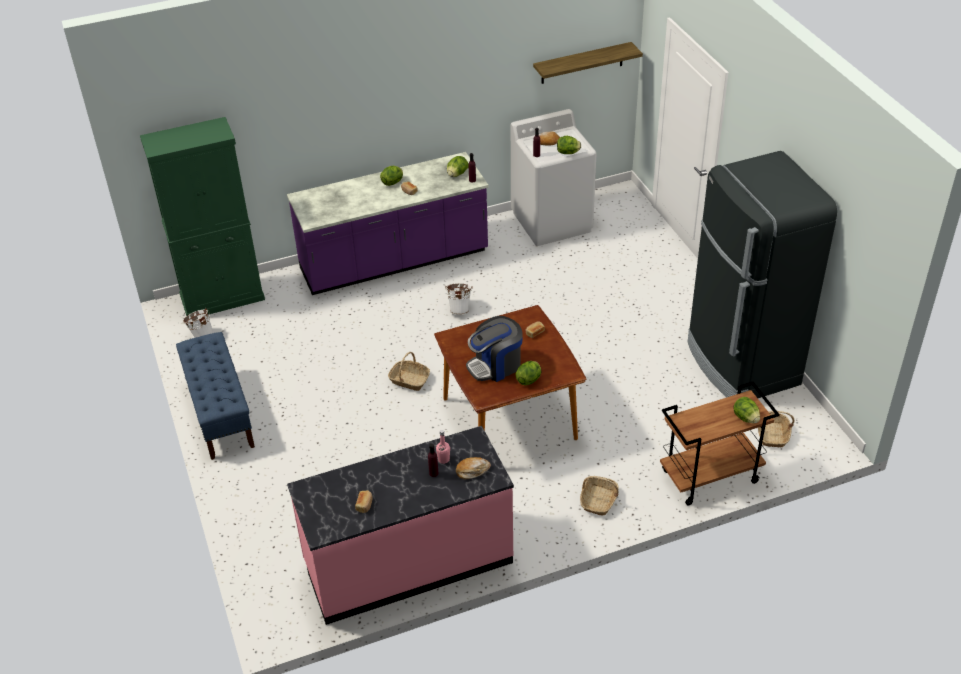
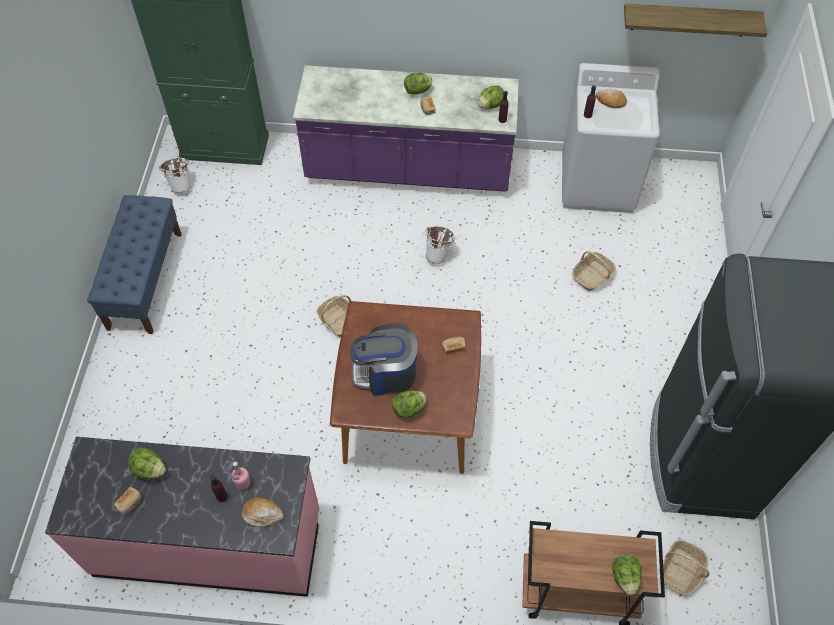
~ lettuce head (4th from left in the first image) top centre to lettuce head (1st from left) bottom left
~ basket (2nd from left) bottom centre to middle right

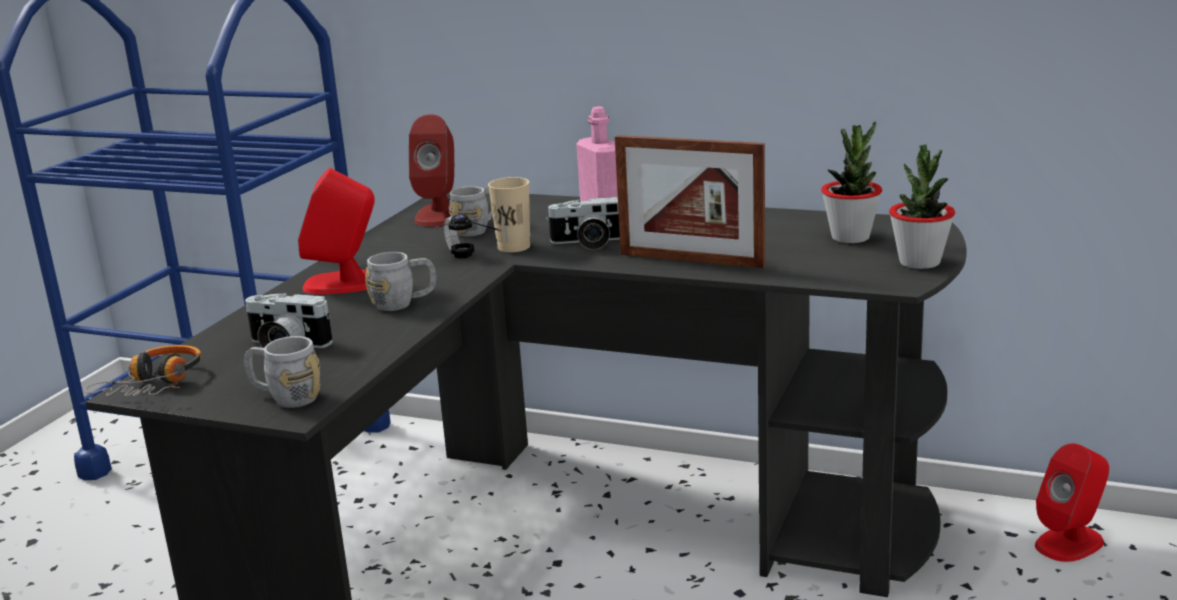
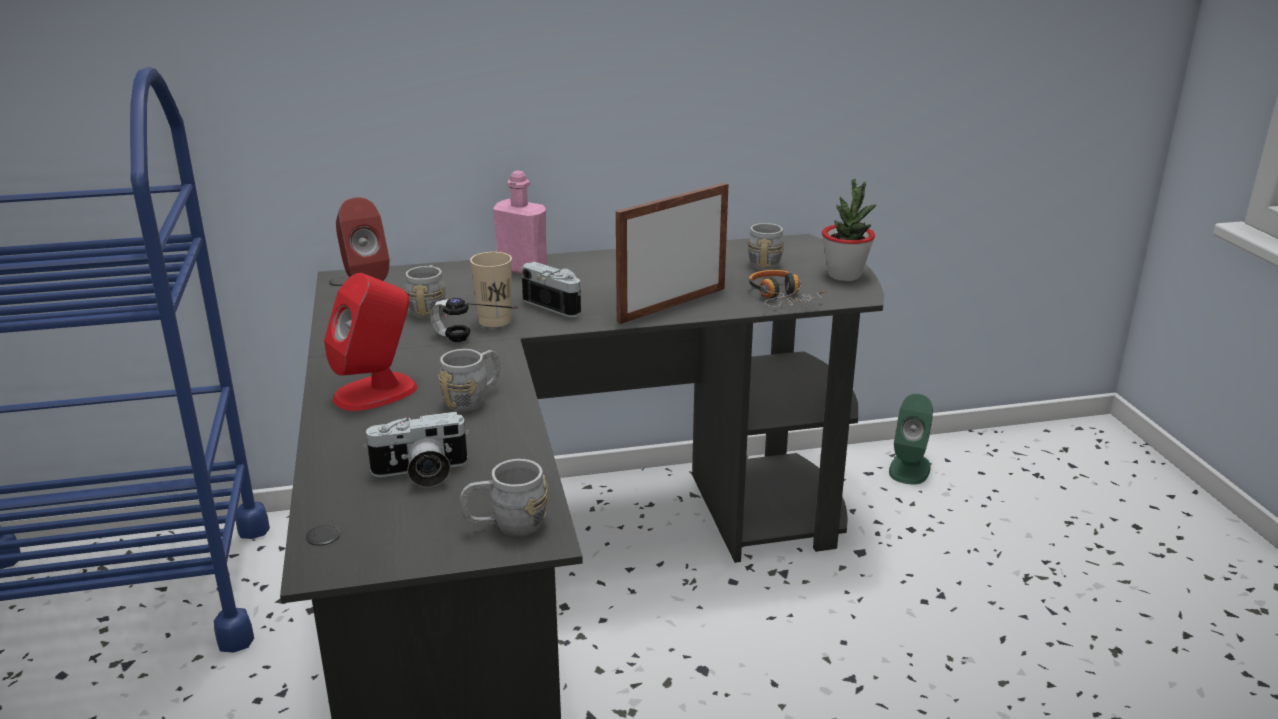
~ photo camera (2nd from left) centre = centre 105 degrees counterclockwise
~ picture frame centre = centre 150 degrees clockwise
~ potted plant (1st from left) top right to gray tea mug (4th from left) centre
~ headset (1st from left in the first image) middle left to headset (2nd from left) centre
~ red audio speaker (3rd from left) bottom right to greenish audio speaker middle right

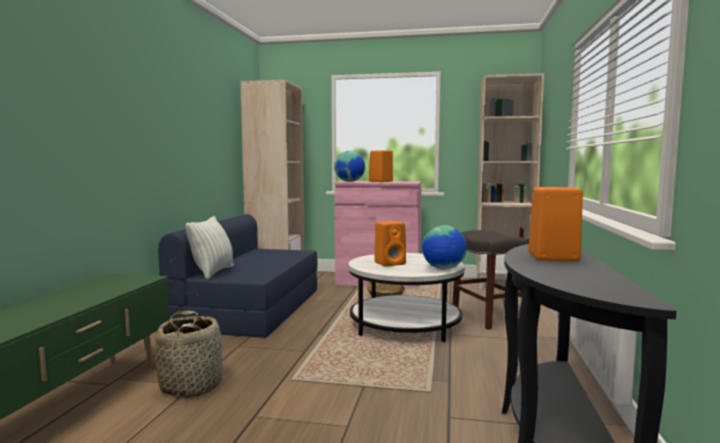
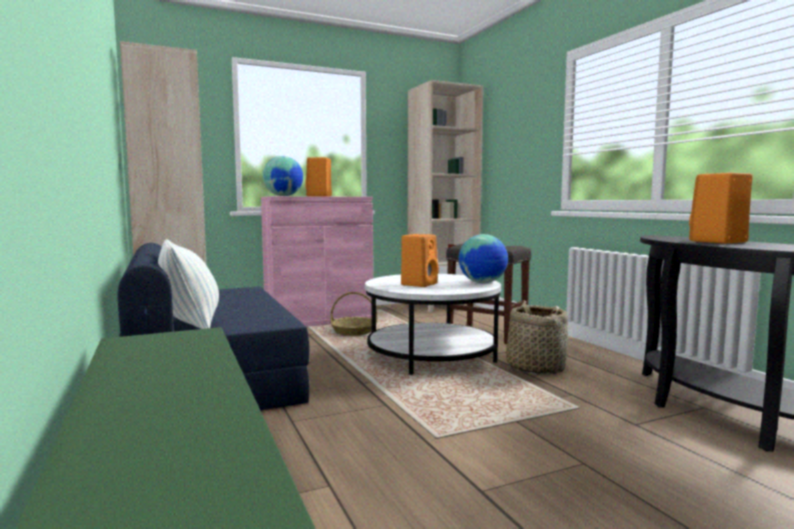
~ basket (1st from left in the first image) bottom left to basket (2nd from left) middle right

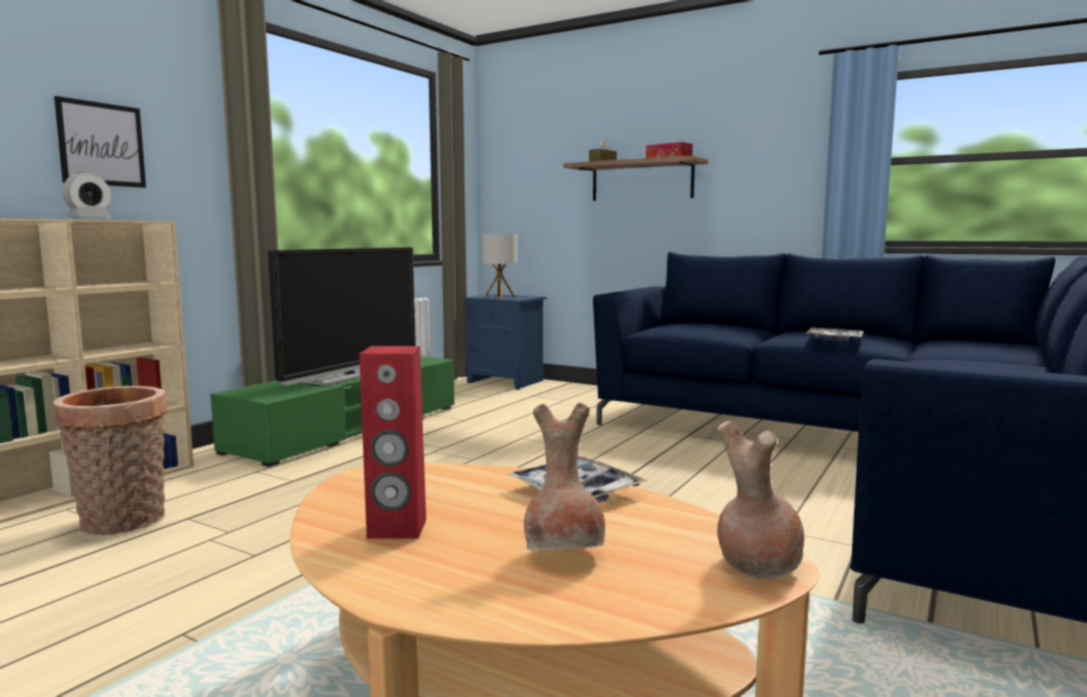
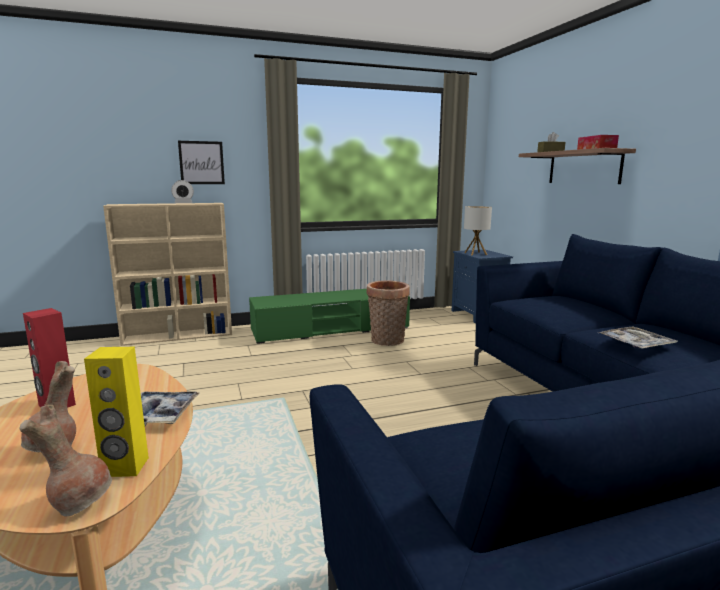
+ yellowish audio speaker bottom left
~ basket middle left to centre
- TV middle left

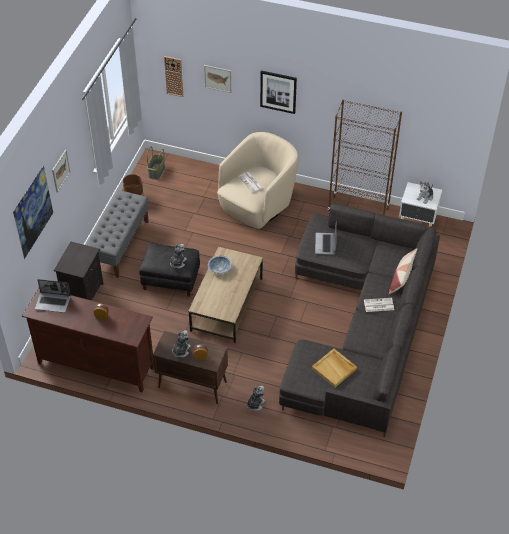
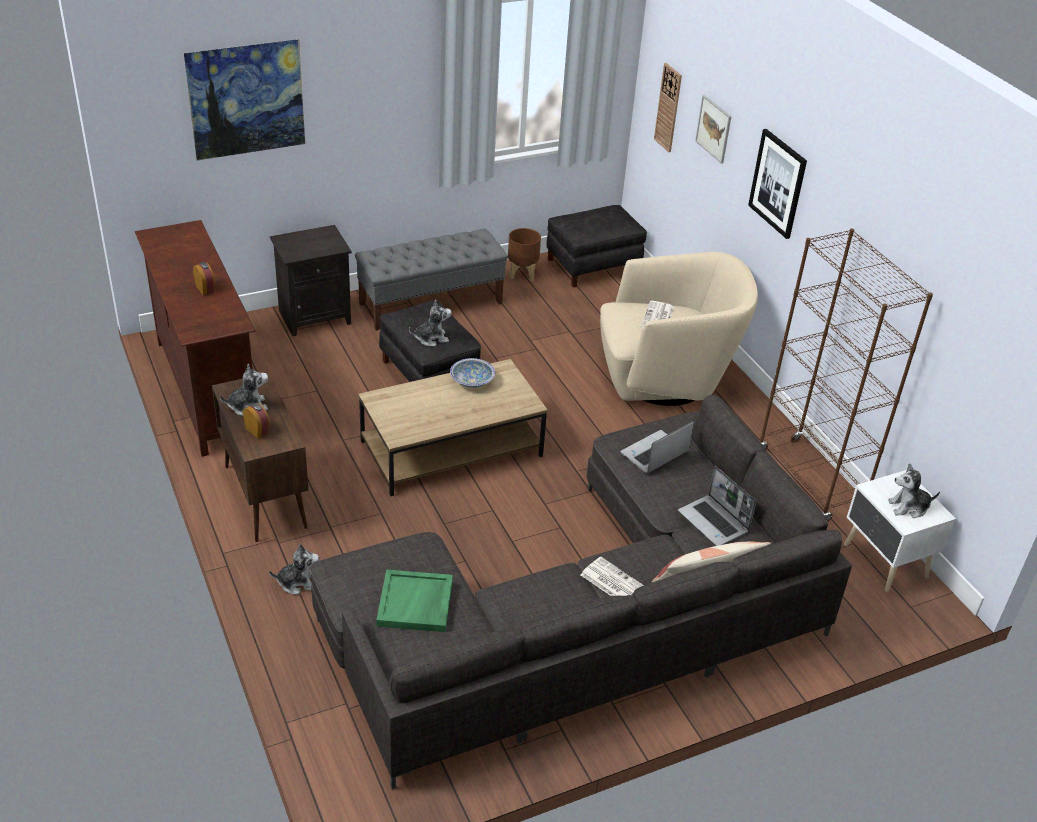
~ sand-coloured serving tray bottom centre to greenish serving tray bottom centre
~ basket top left to blackish pouffe (2nd from left) top centre
~ notebook computer (1st from left in the first image) middle left to notebook computer (2nd from left) middle right
- picture (2nd from left) top left

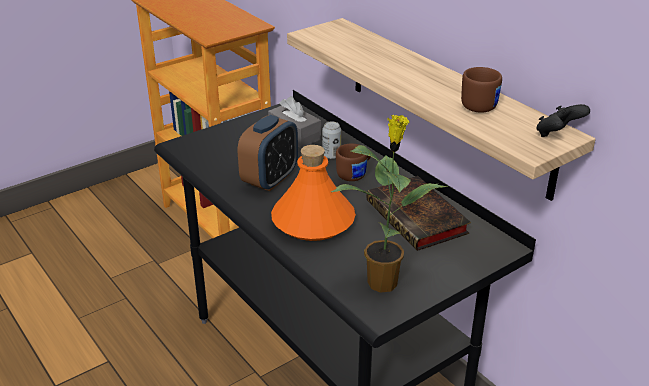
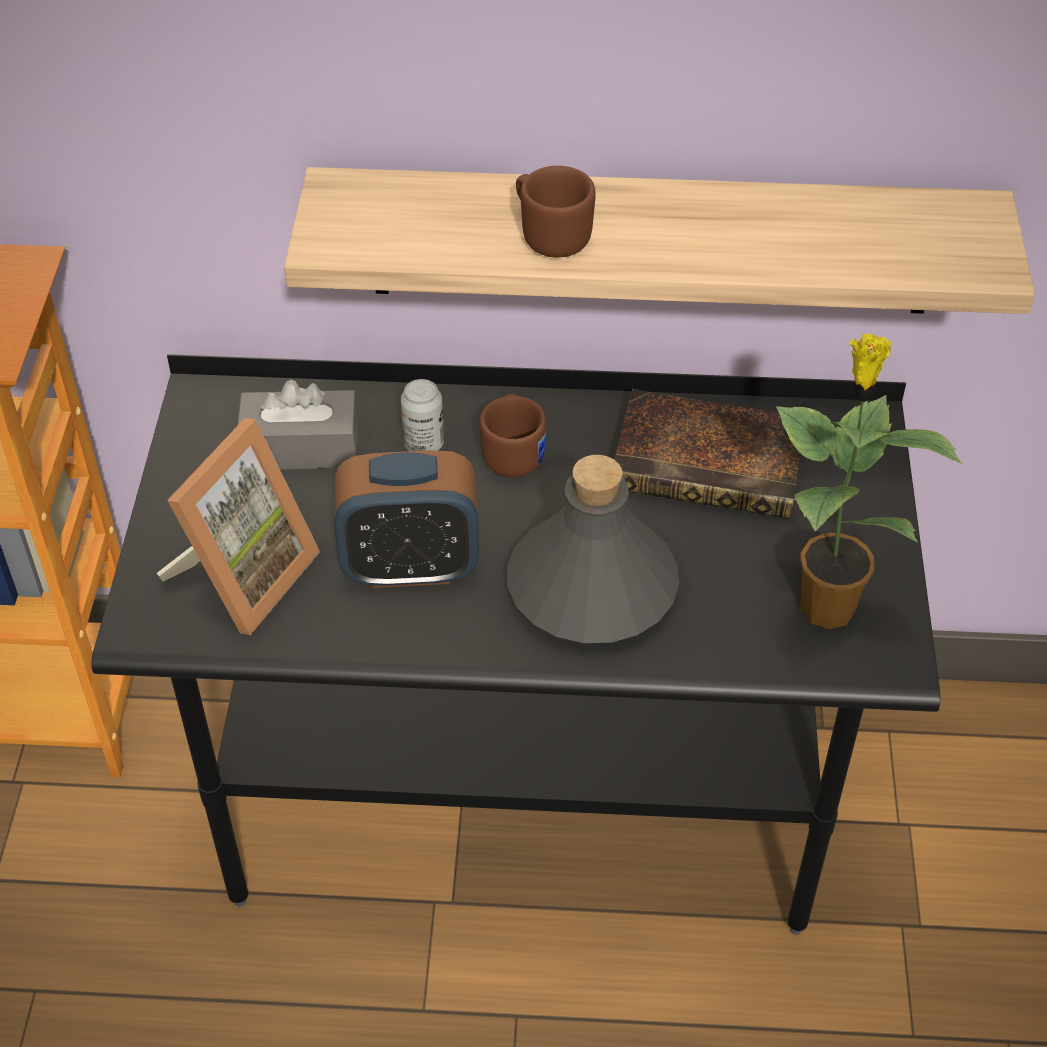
+ picture frame middle left
~ table clock centre = centre 105 degrees clockwise
~ orangey beverage bottle centre to gray beverage bottle centre
~ brownish tea mug (2nd from left) top right to top centre
- blackish game controller top right

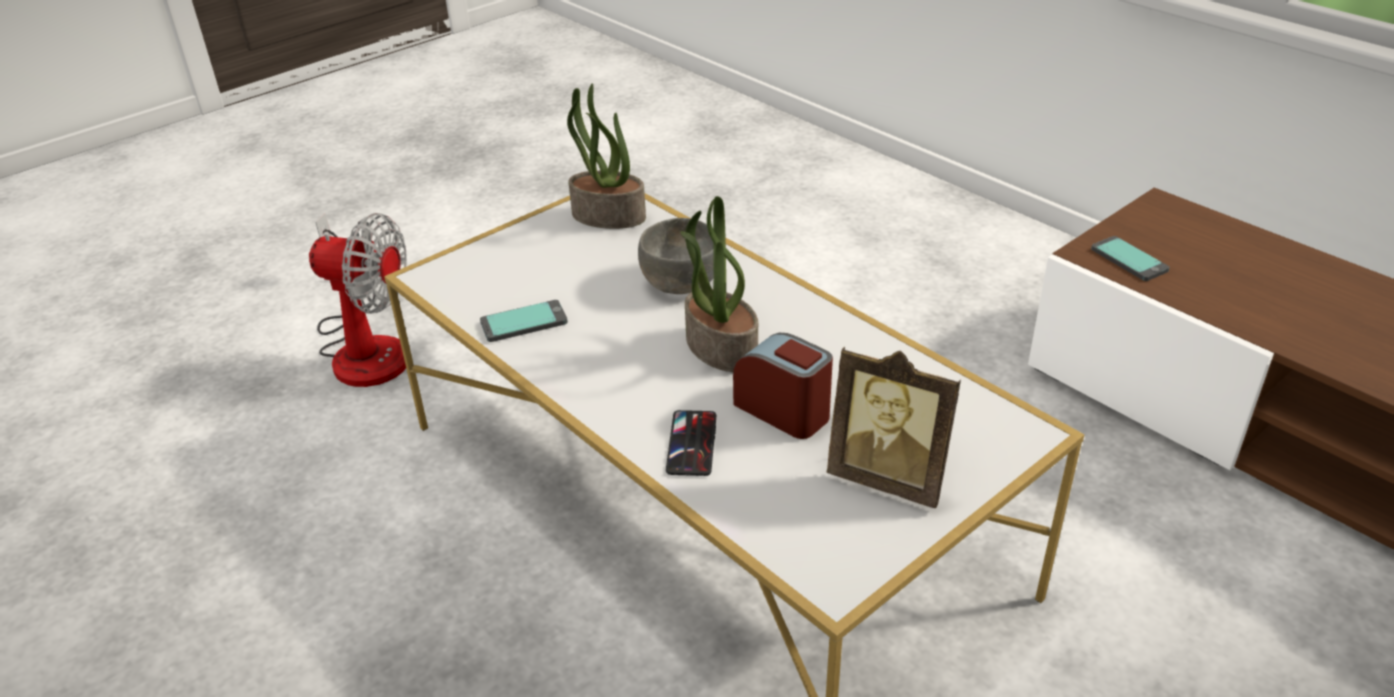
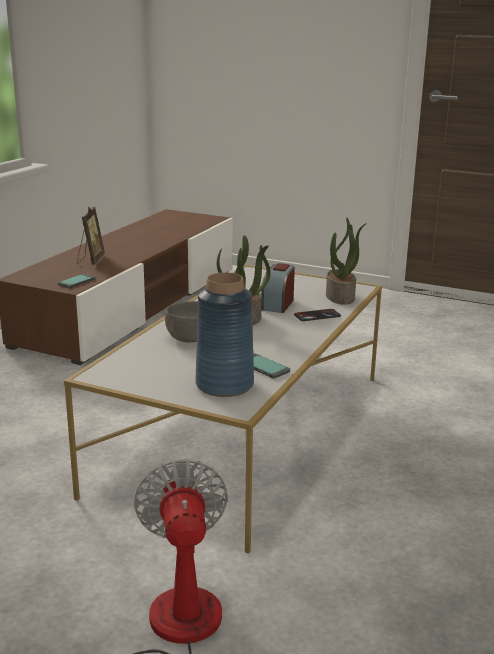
~ picture frame centre to middle left
+ blue vase centre
~ potted plant (1st from left in the first image) top centre to potted plant (2nd from left) middle right

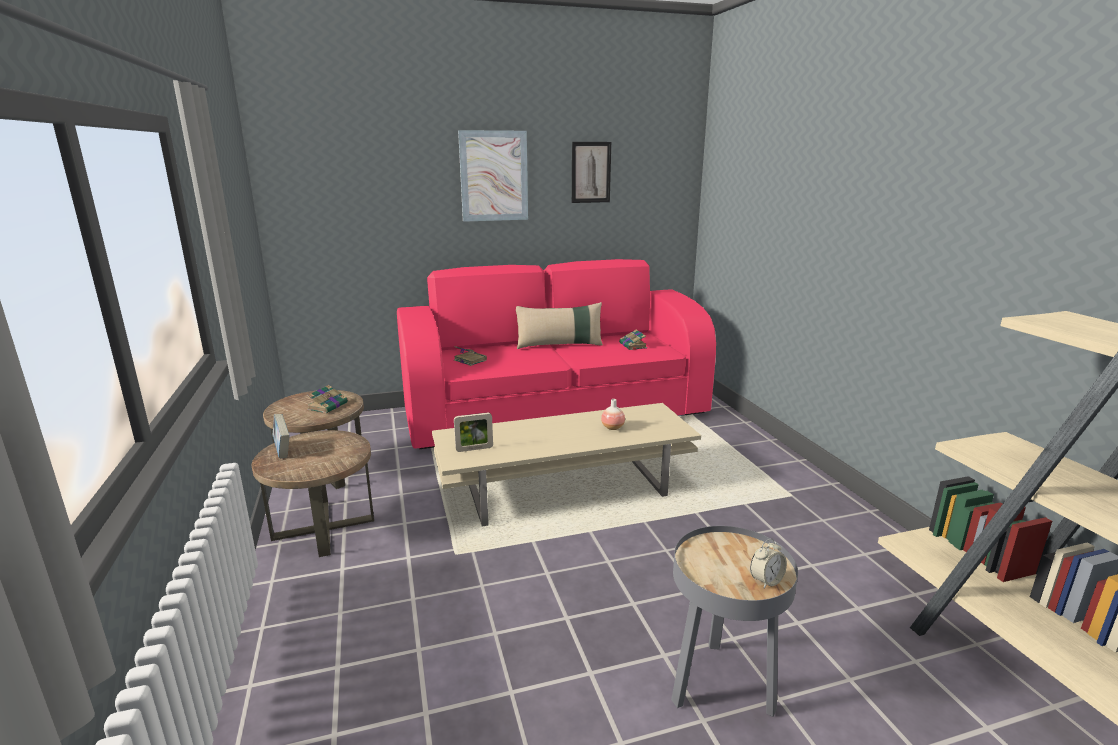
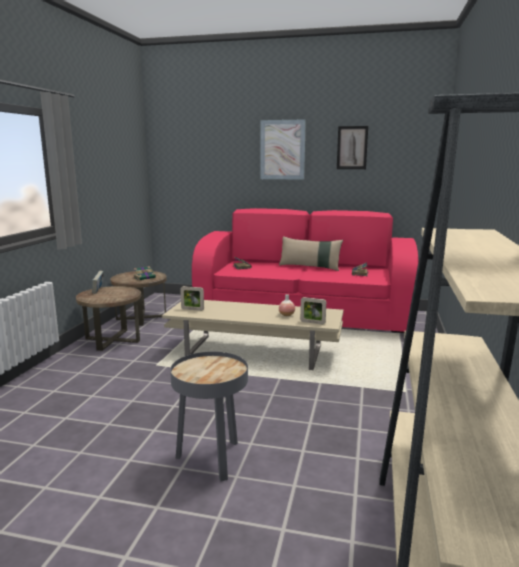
+ picture frame (2nd from left) centre
- table clock bottom right

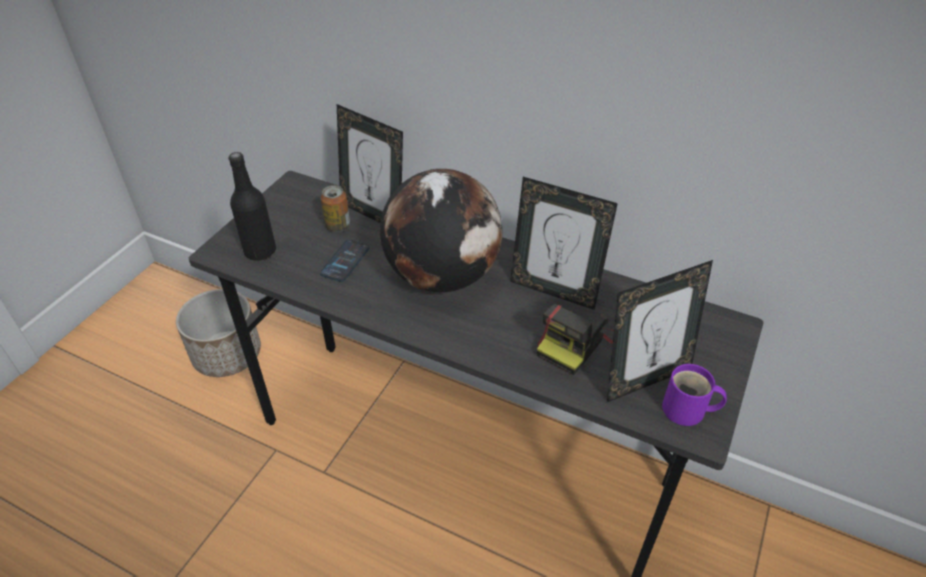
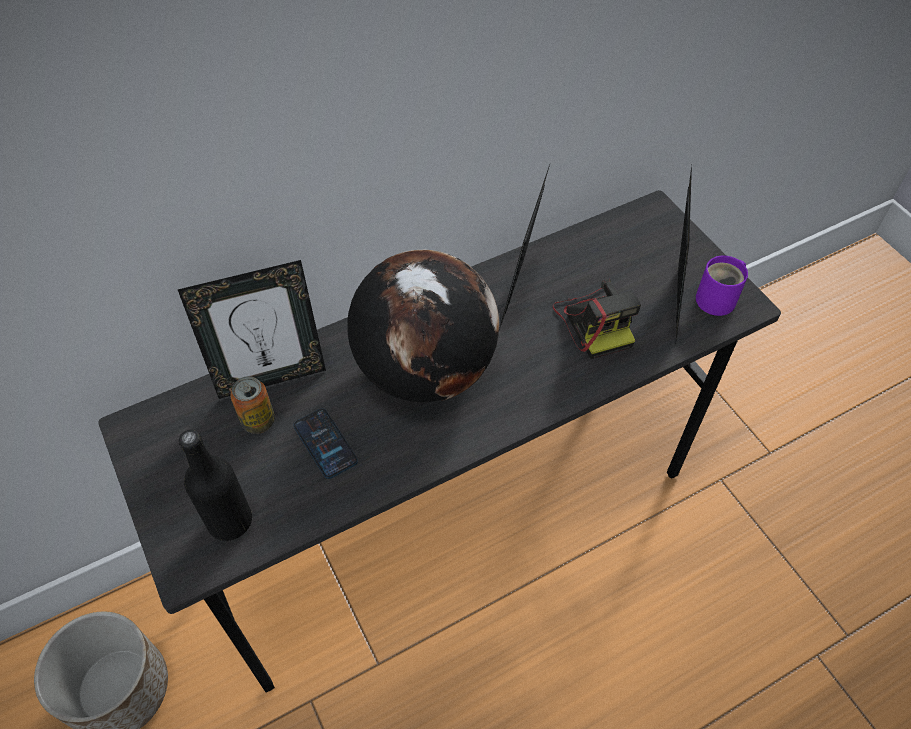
~ picture frame (2nd from left) centre = centre 135 degrees clockwise

